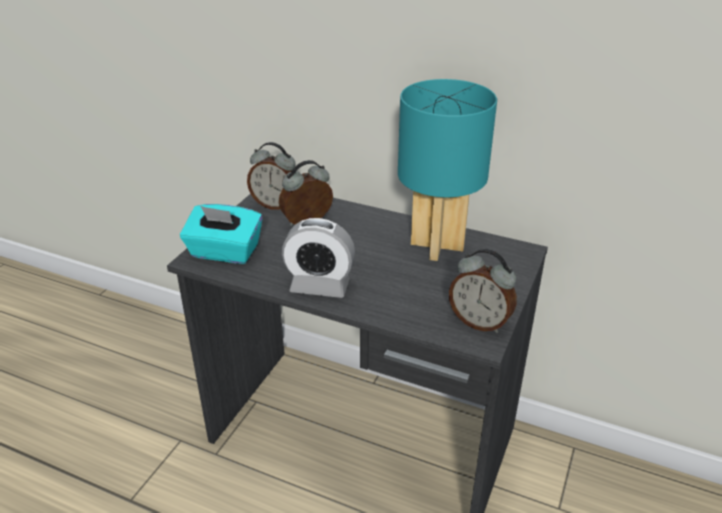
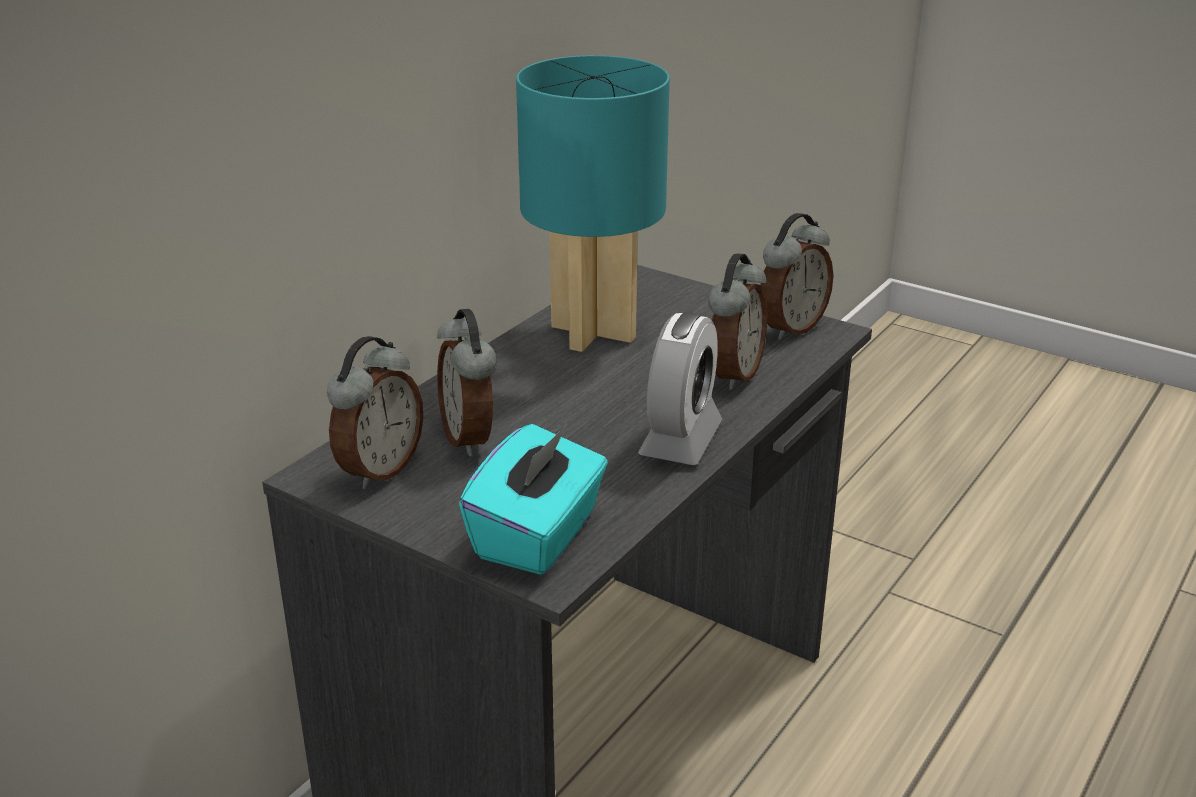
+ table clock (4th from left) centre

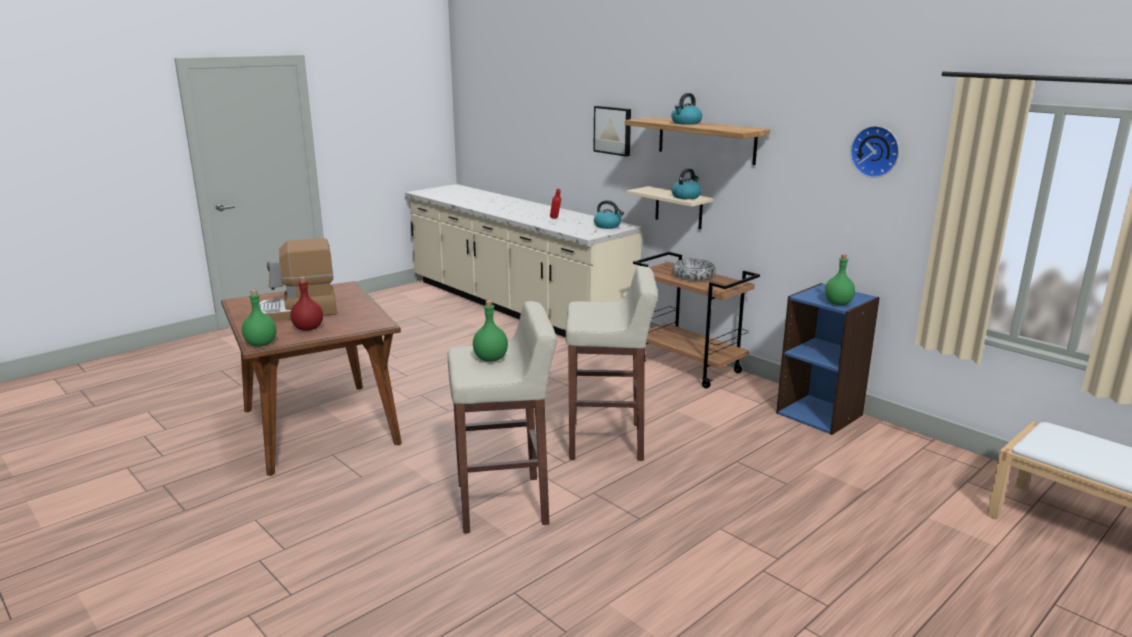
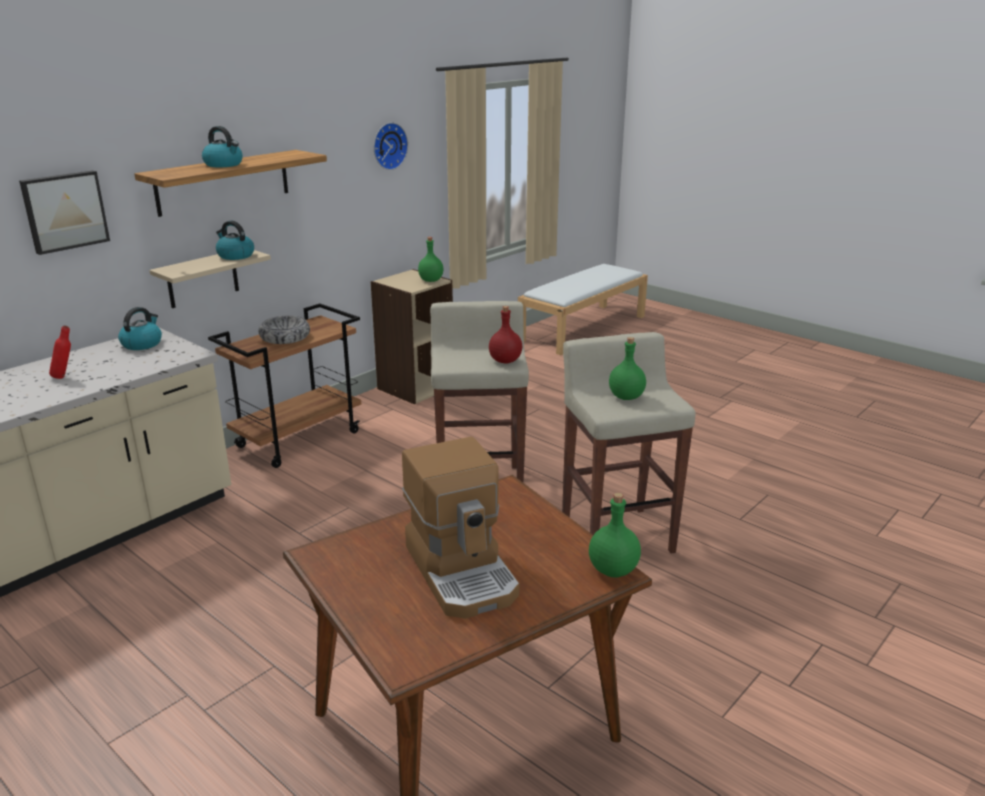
~ blue bookshelf middle right to sand-coloured bookshelf centre
~ red beverage bottle (1st from left in the first image) middle left to red beverage bottle (2nd from left) centre

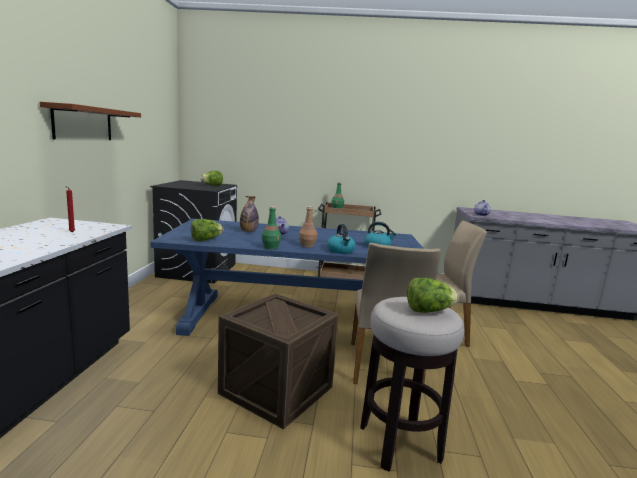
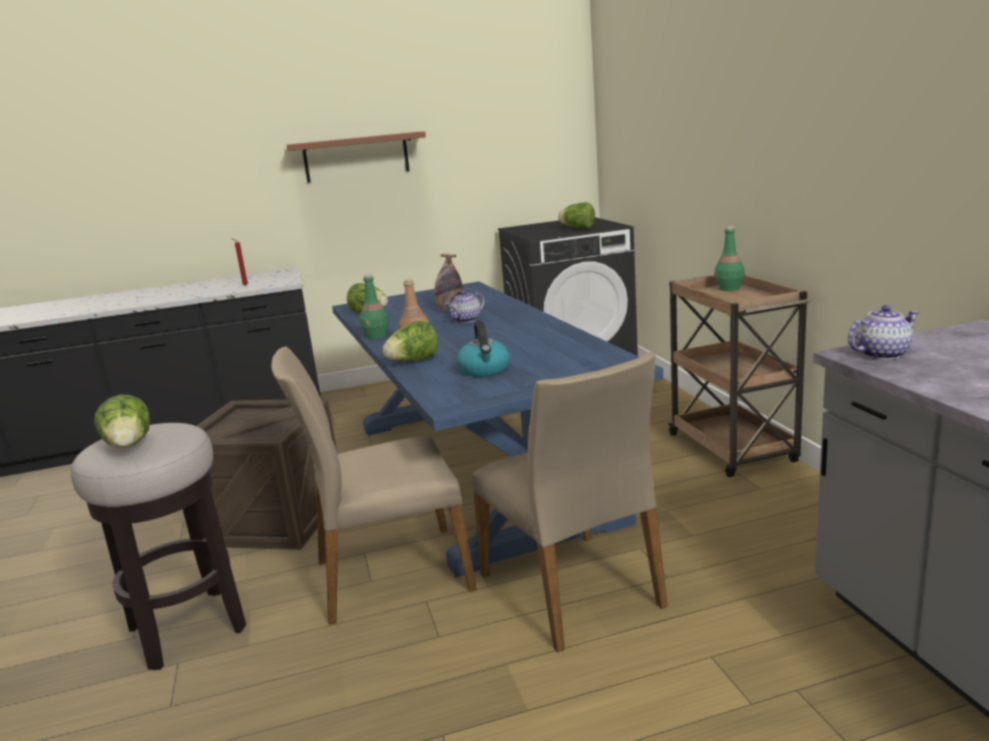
~ kettle (1st from left) centre to lettuce head (3rd from left) centre

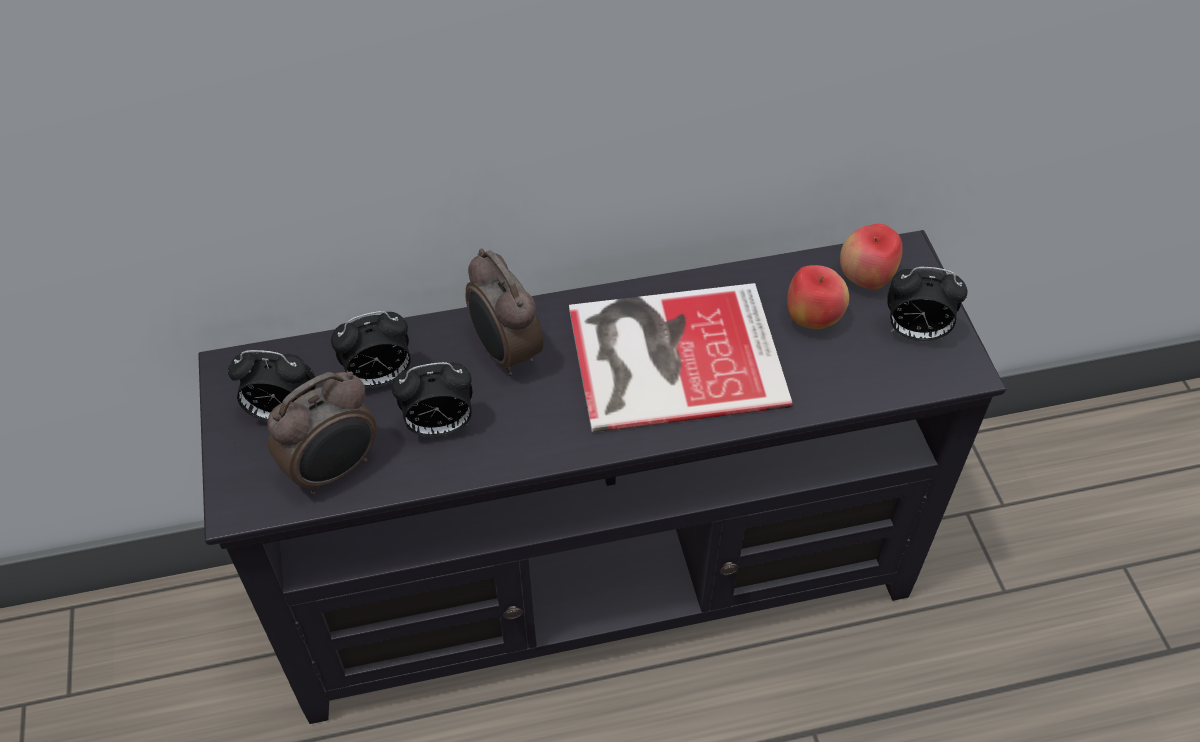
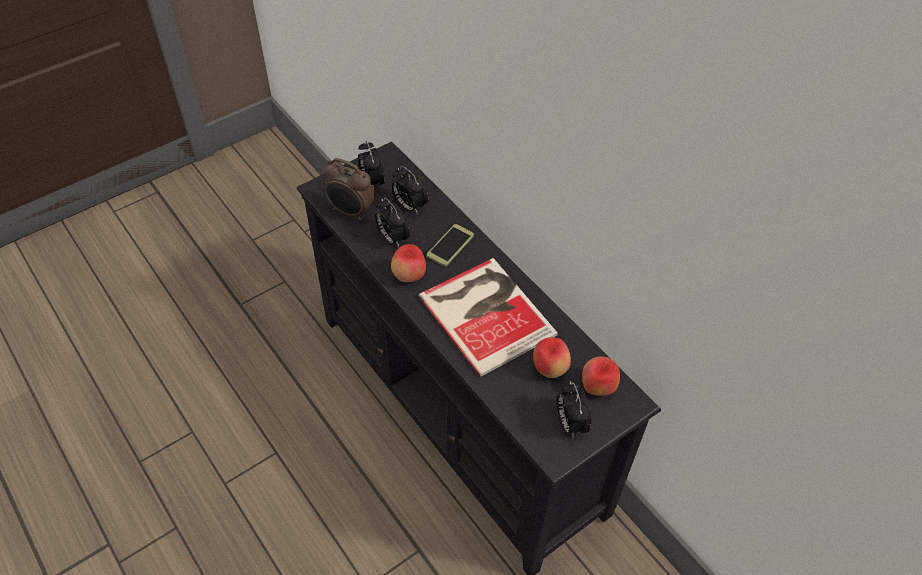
+ apple (1st from left) centre
~ table clock (5th from left) centre to phone centre

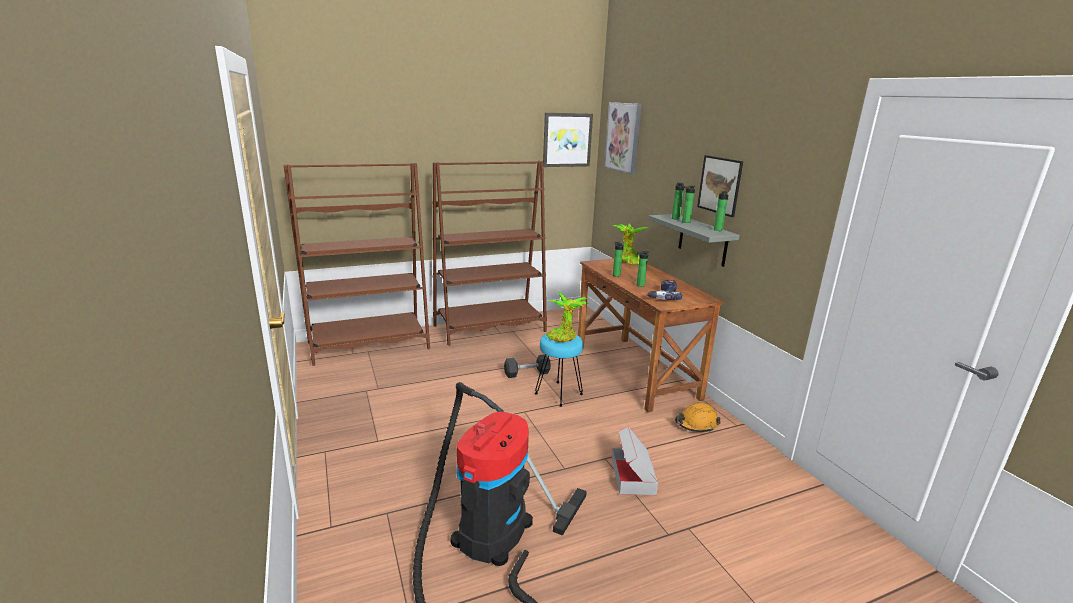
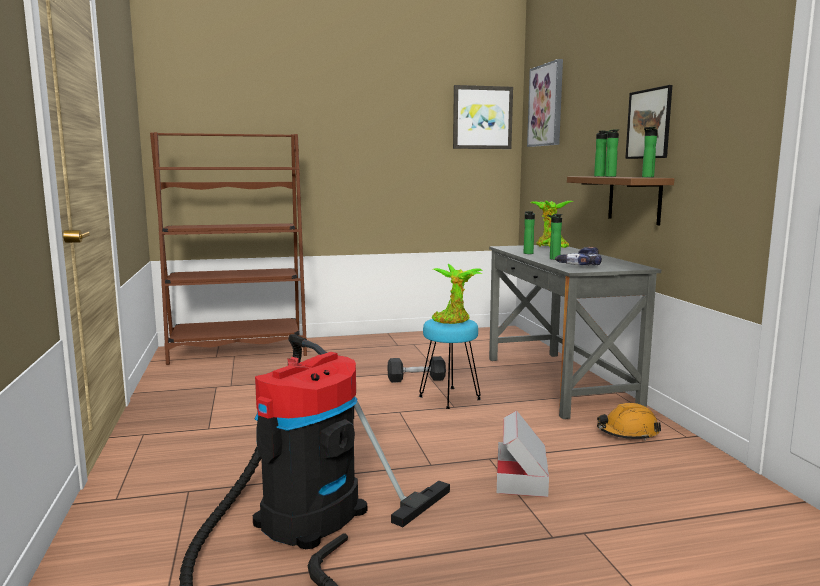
~ brownish desk centre to gray desk middle right
~ gray shelf centre to brownish shelf middle right
- brownish bookshelf (2nd from left) centre

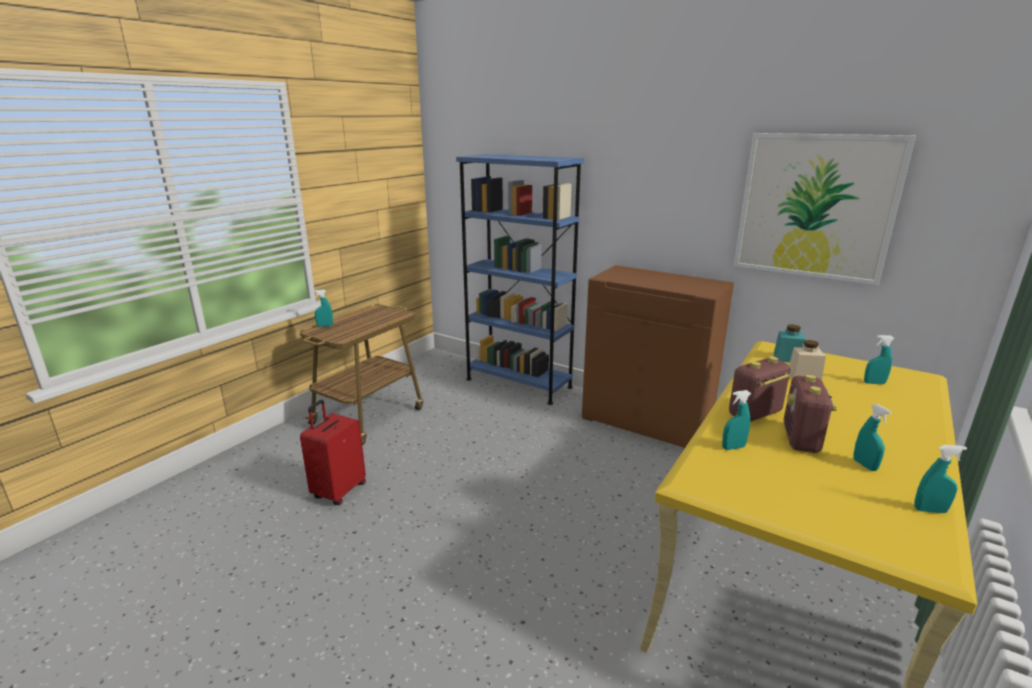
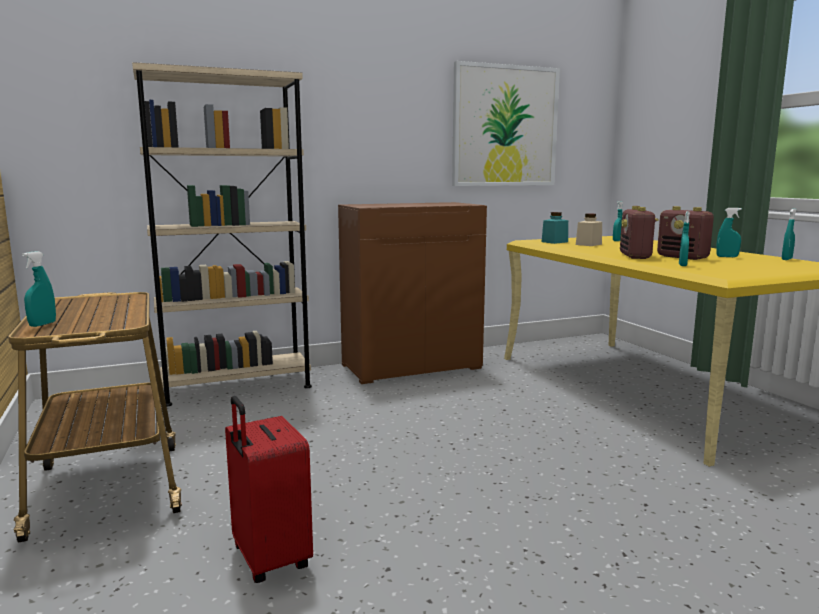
~ blue bookshelf centre to sand-coloured bookshelf middle left

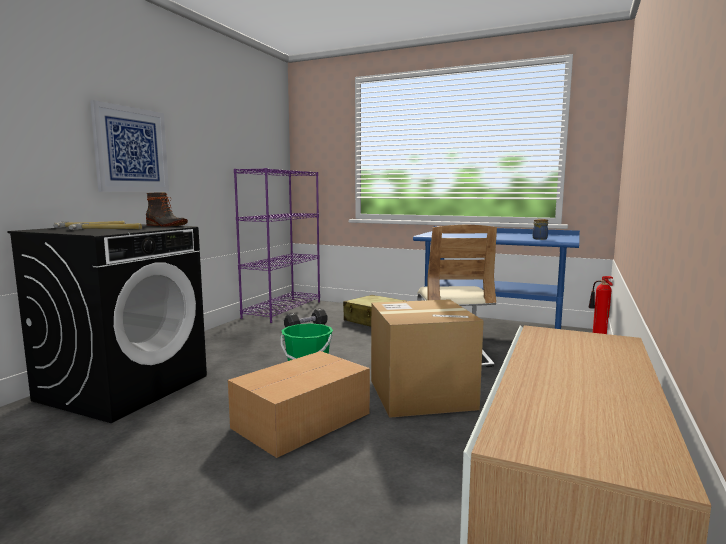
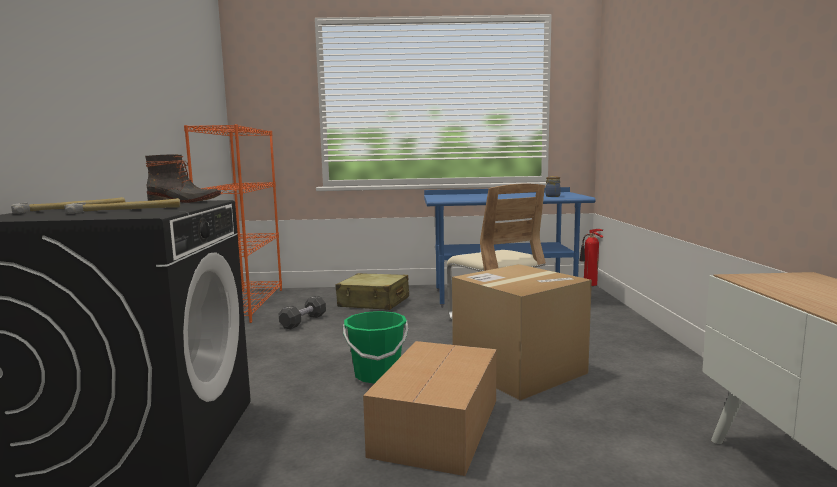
~ purple bookshelf centre to orangey bookshelf middle left
- picture top left

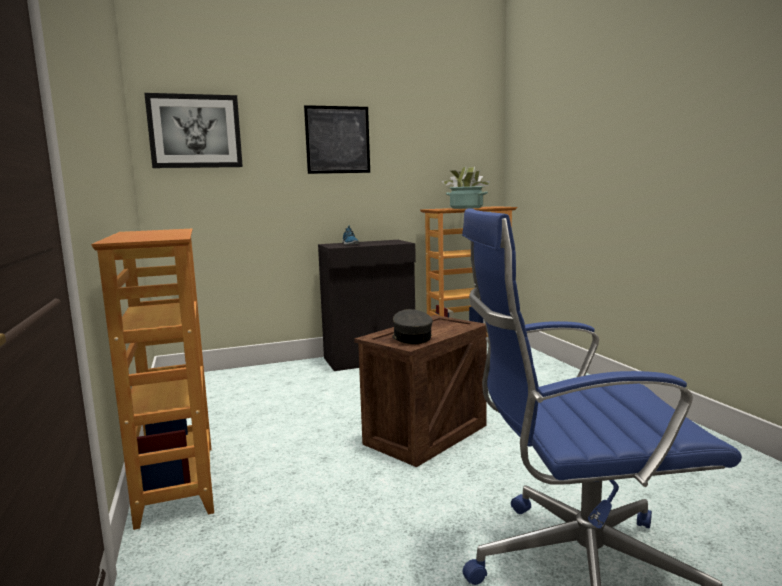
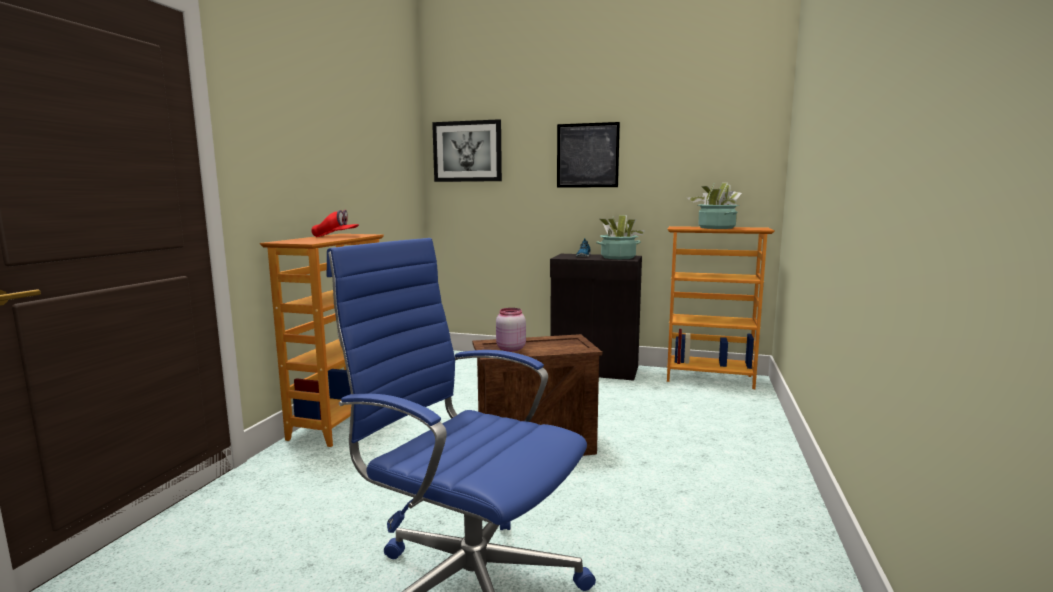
+ red peaked cap middle left
~ gray peaked cap centre to pinkish preserve jar centre
+ potted plant (1st from left) centre

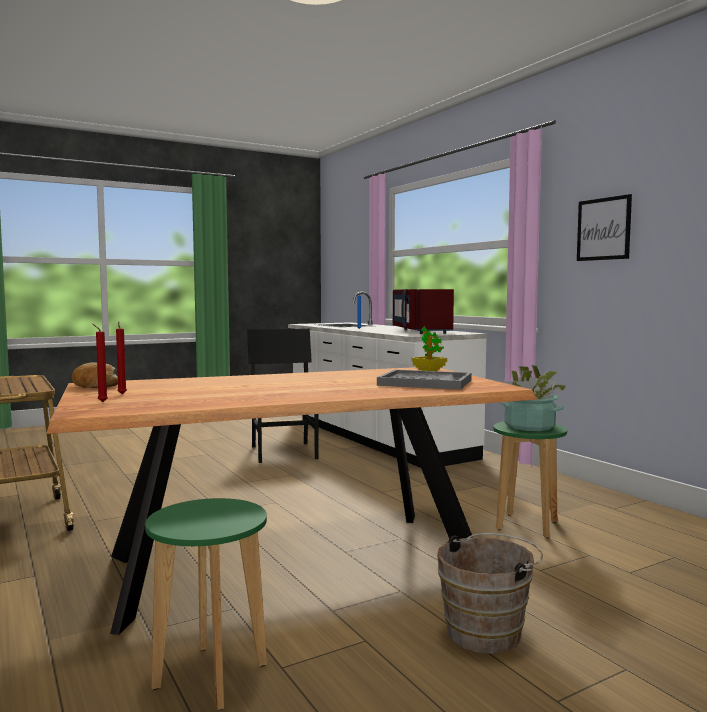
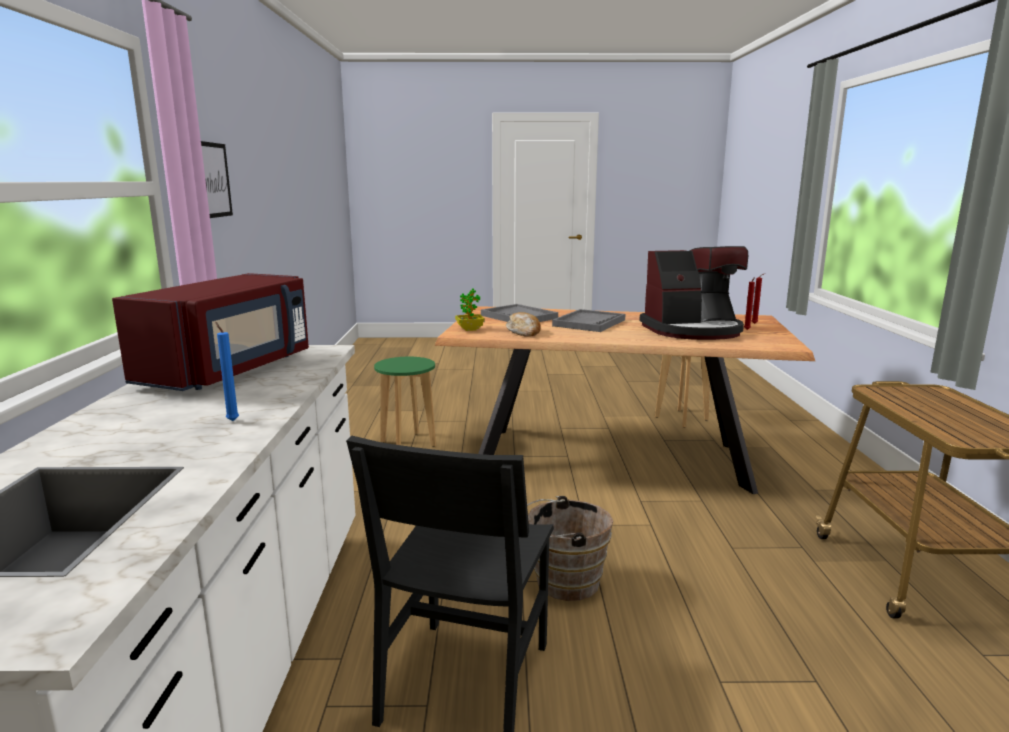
~ bakery bread middle left to centre
~ brownish bucket bottom right to bottom centre
+ gray serving tray (2nd from left) centre
+ coffee machine middle right
- potted plant (2nd from left) middle right

